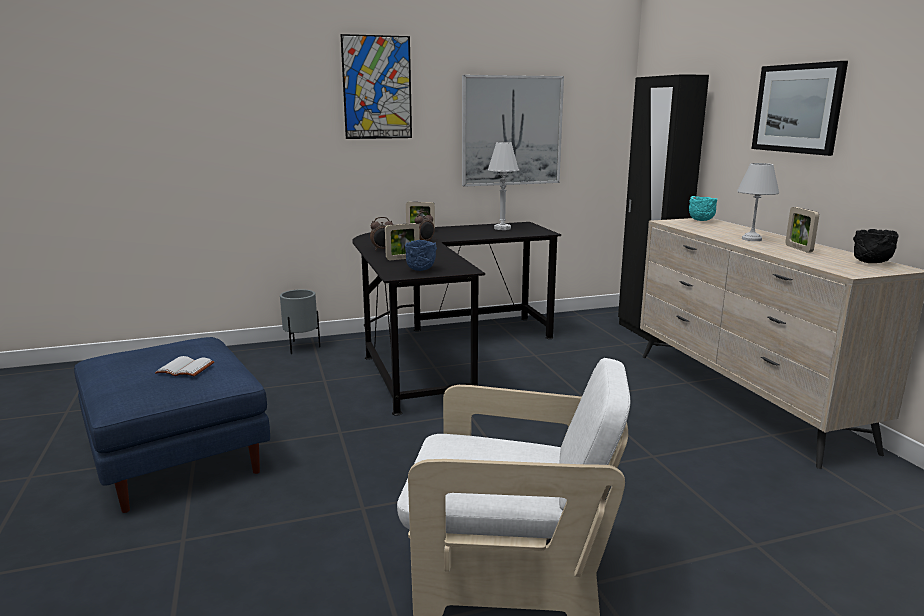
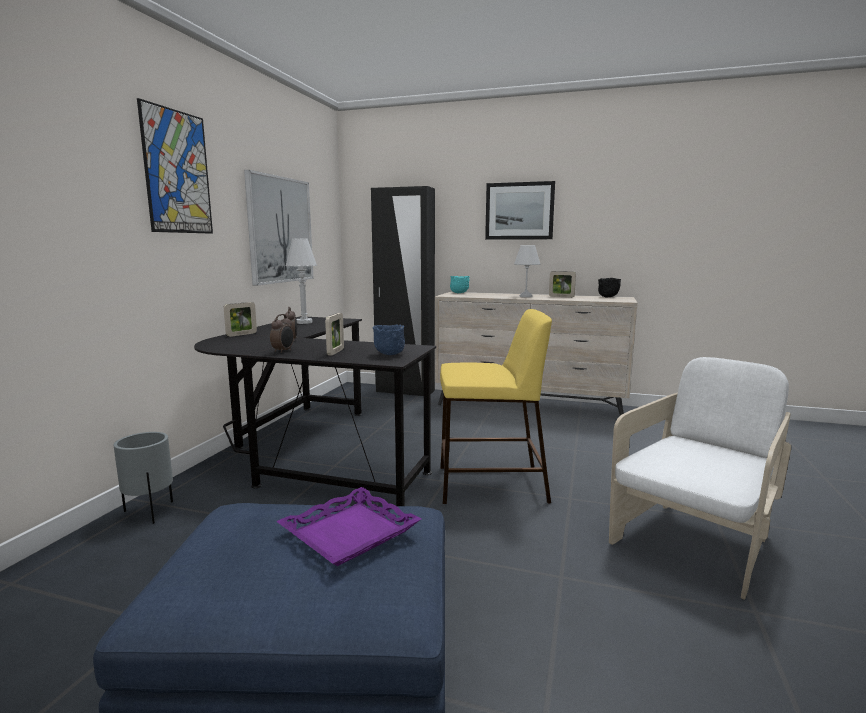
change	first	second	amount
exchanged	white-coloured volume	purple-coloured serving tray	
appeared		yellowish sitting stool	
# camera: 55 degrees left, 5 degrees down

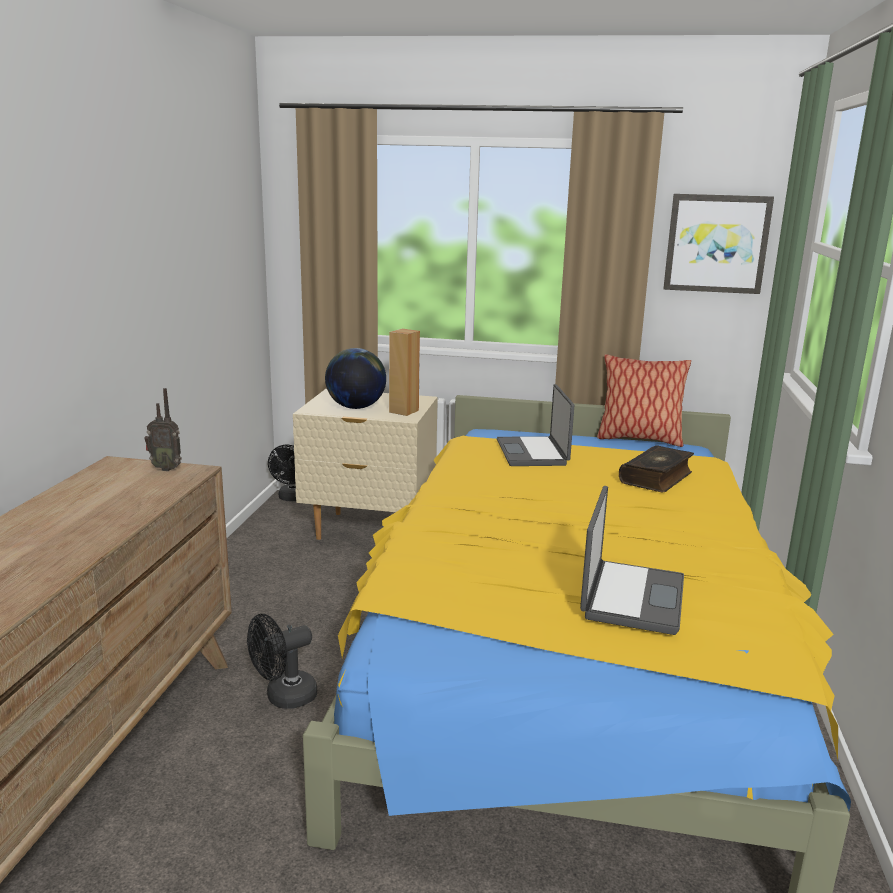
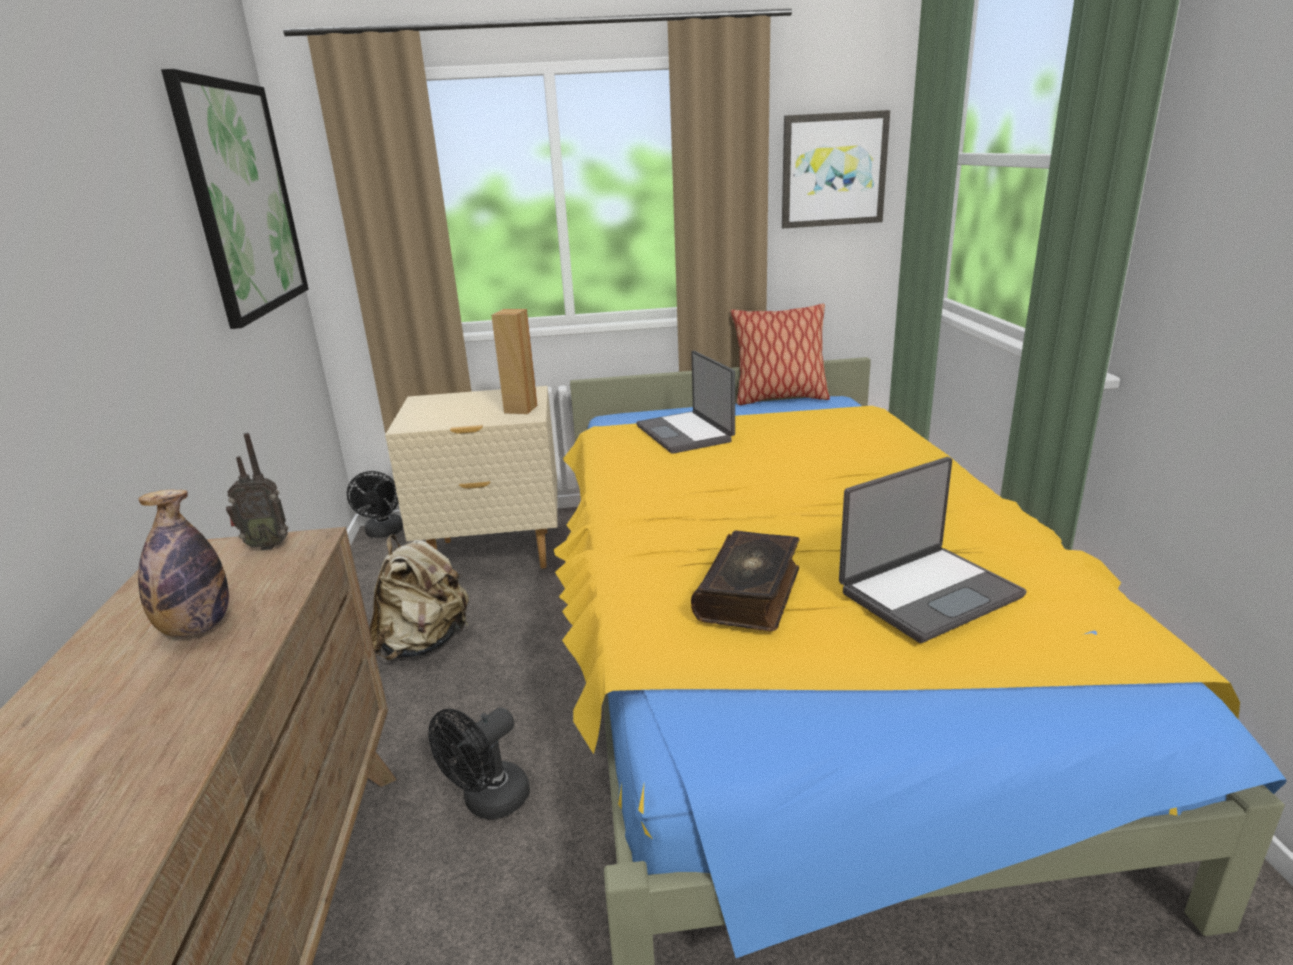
change	first	second	amount
appeared		bottle	
appeared		wall art (no. 1 from left)	
appeared		beige-coloured knapsack	
relocated	volume		
spun	laptop (no. 2 from left)		60 degrees clockwise
missing	world globe		
# camera: 15 degrees left, 5 degrees up

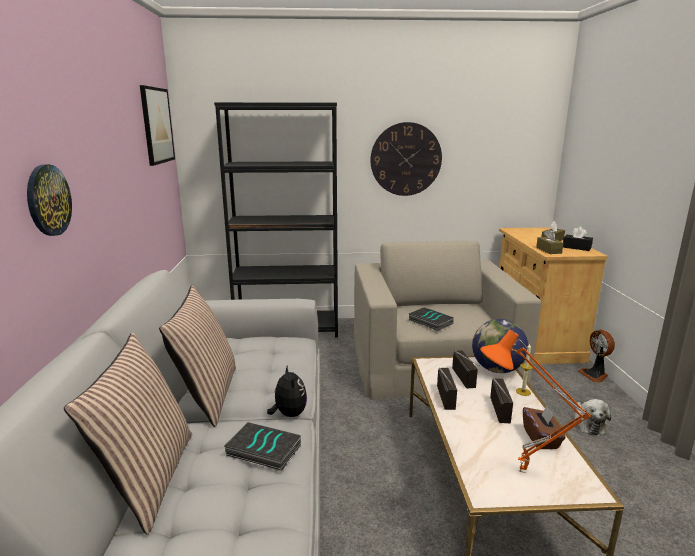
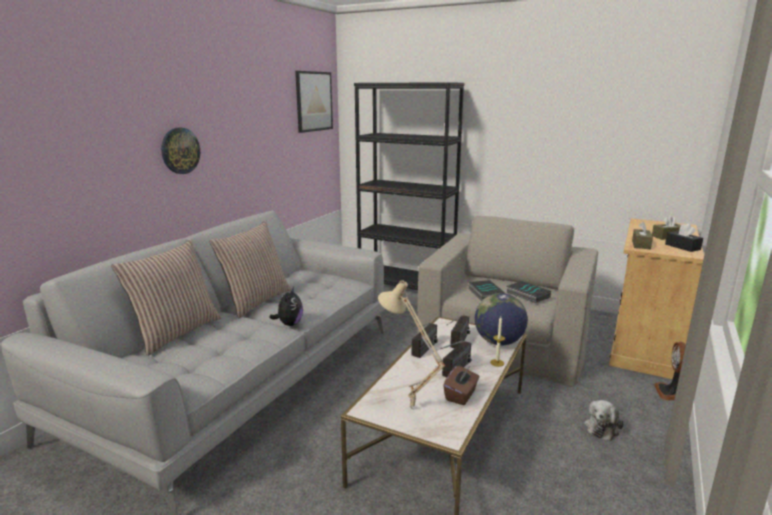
change	first	second	amount
colour	orangey lamp for a table	beige-coloured lamp for a table	
relocated	volume (no. 1 from left in the first image)	volume (no. 2 from left)	
missing	wall clock (no. 2 from left)		
# camera: 30 degrees right, 0 degrees up

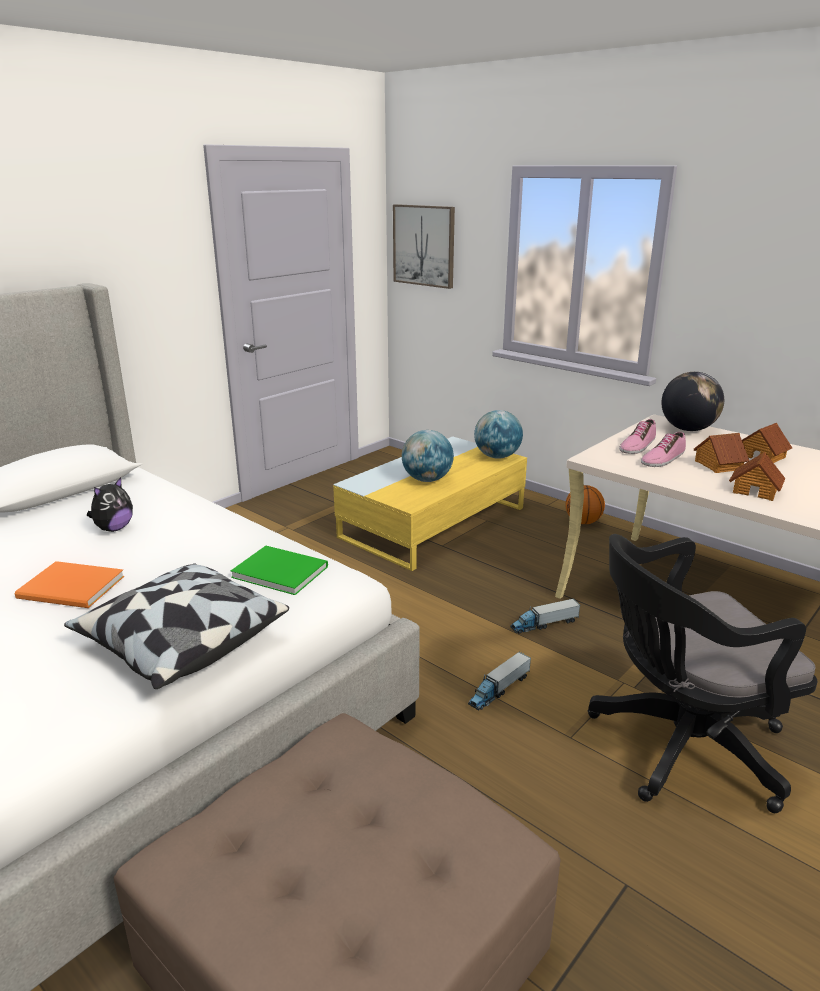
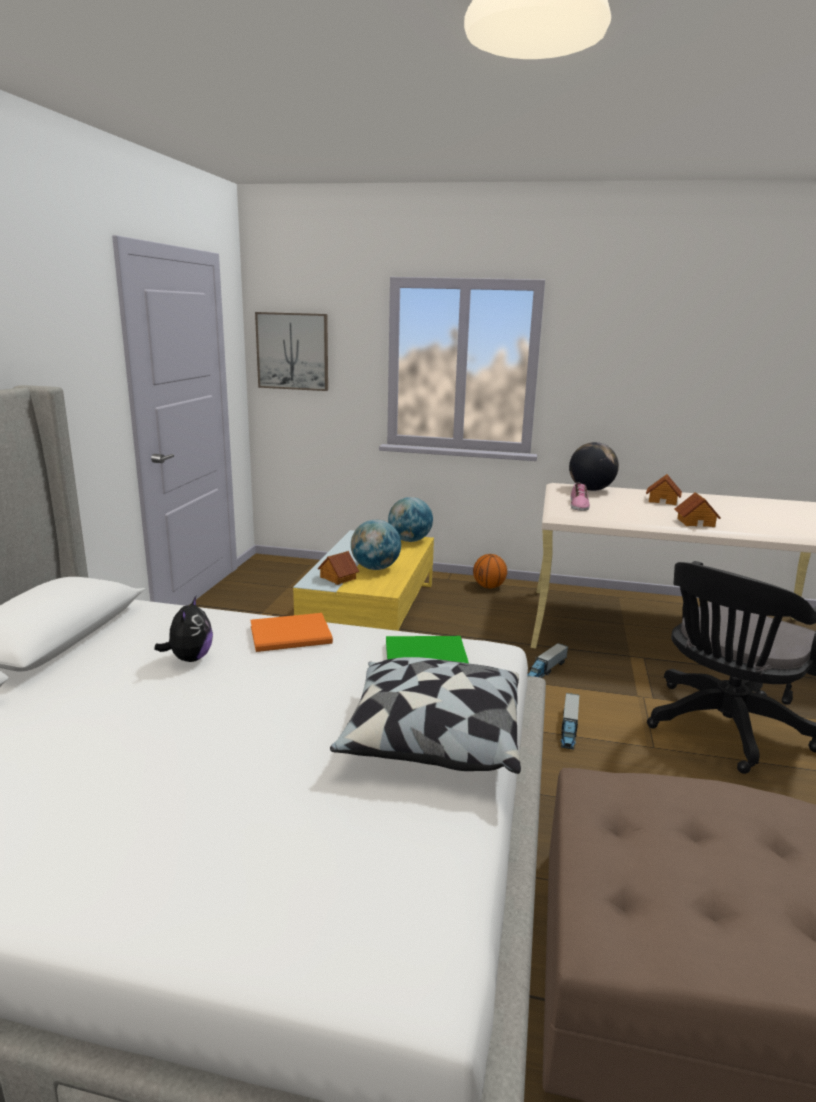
change	first	second	amount
relocated	orangey volume		
relocated	miniature house (no. 1 from left)		
missing	item of footwear (no. 2 from left)		
# camera: 30 degrees left, 5 degrees down

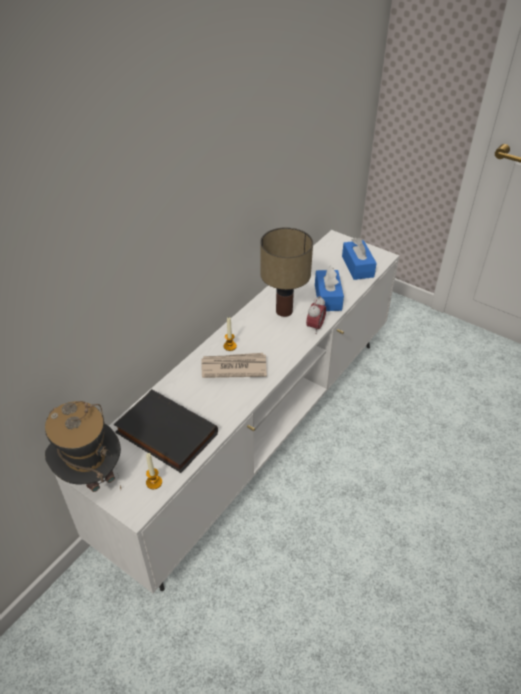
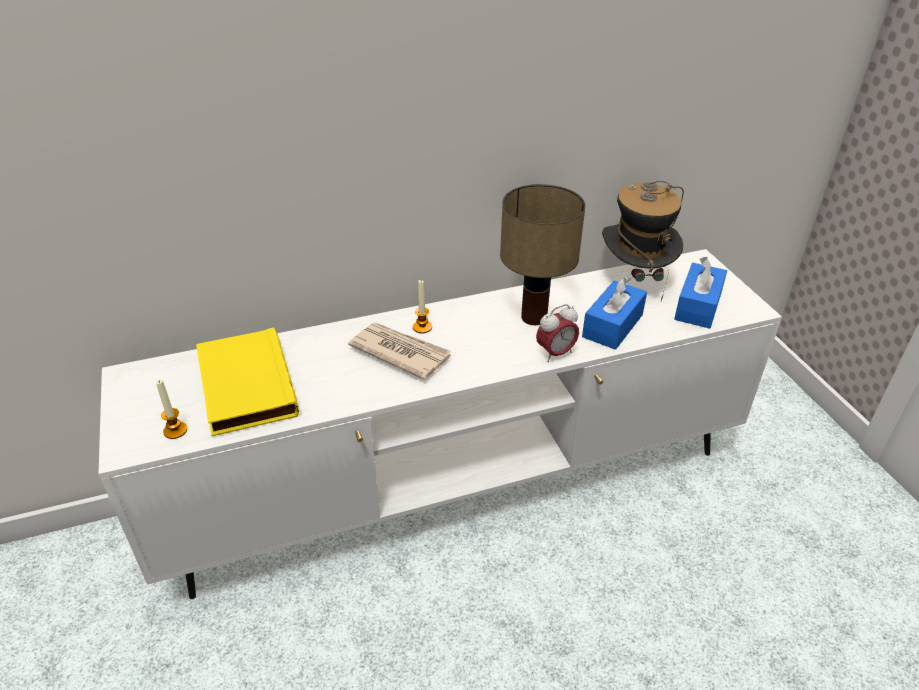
change	first	second	amount
colour	black-coloured volume	yellowish volume	
relocated	hat		
# camera: 35 degrees right, 5 degrees down

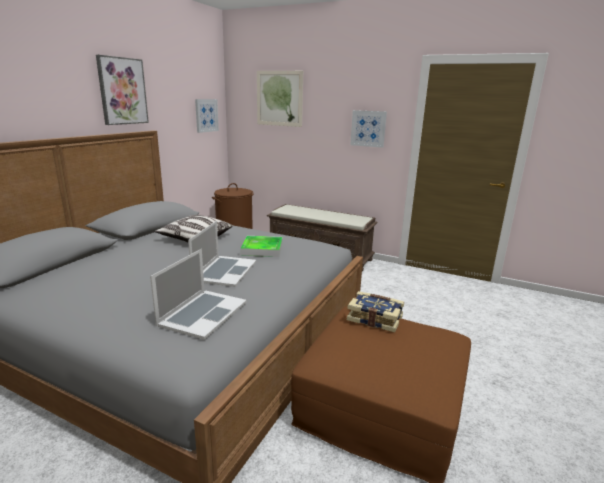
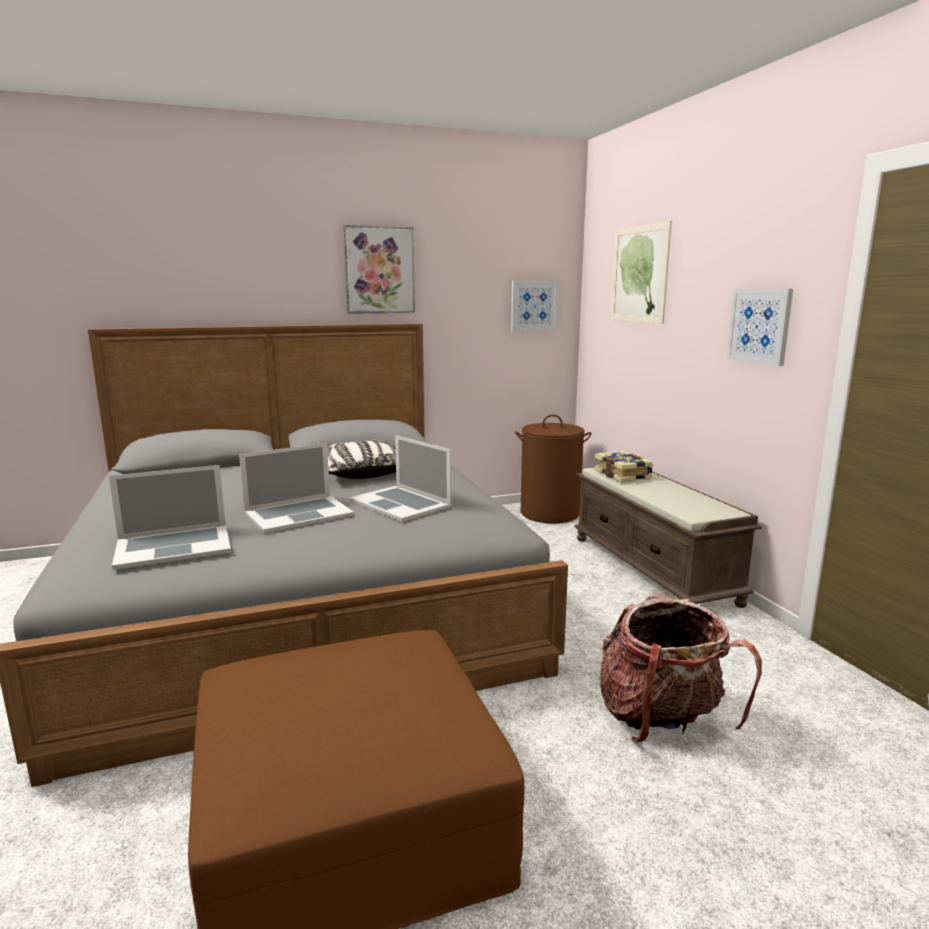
change	first	second	amount
exchanged	serving tray	laptop (no. 3 from left)	
relocated	volume		
appeared		knapsack	
# camera: 45 degrees right, 5 degrees down

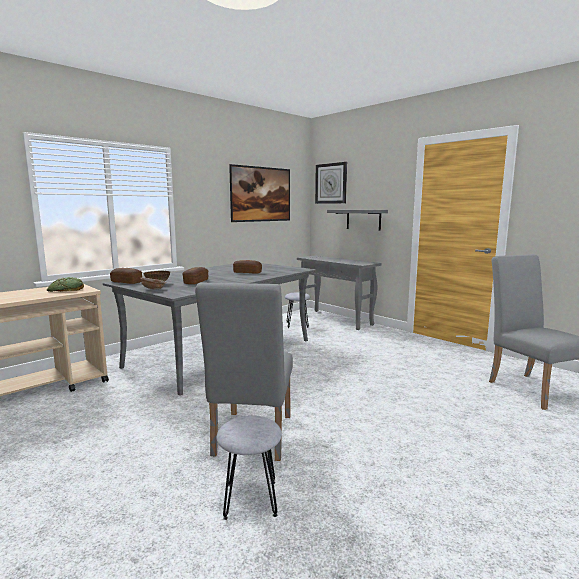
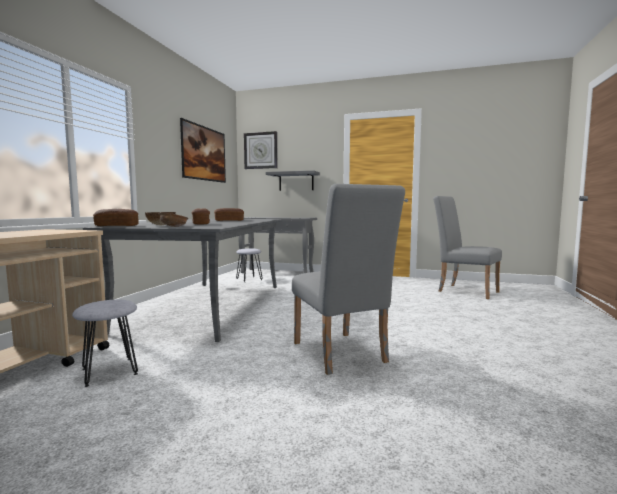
change	first	second	amount
relocated	grey sitting stool (no. 1 from left)		
missing	bread (no. 1 from left)		
# camera: 30 degrees left, 5 degrees down

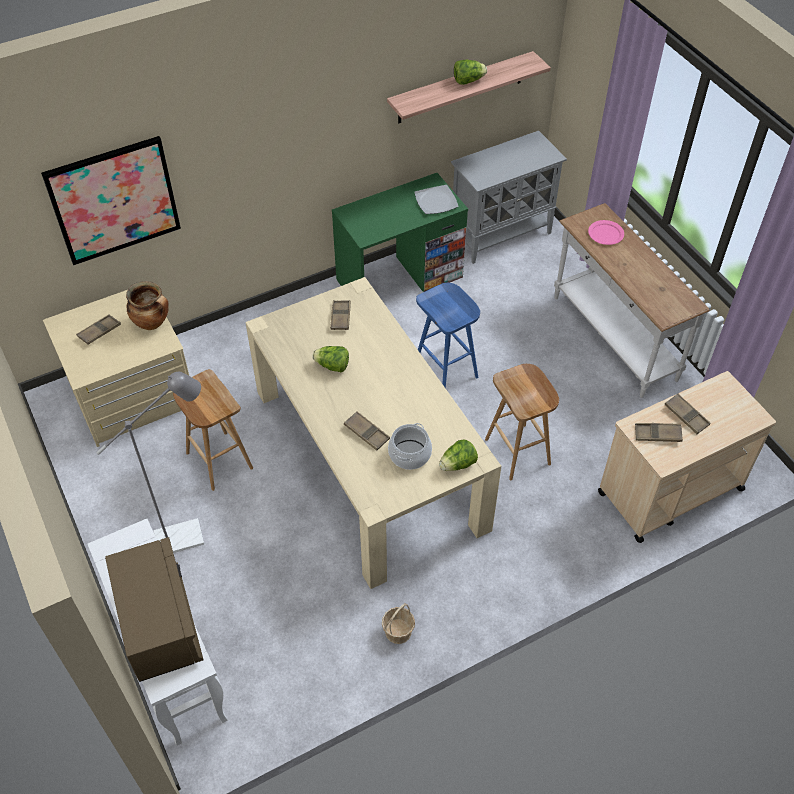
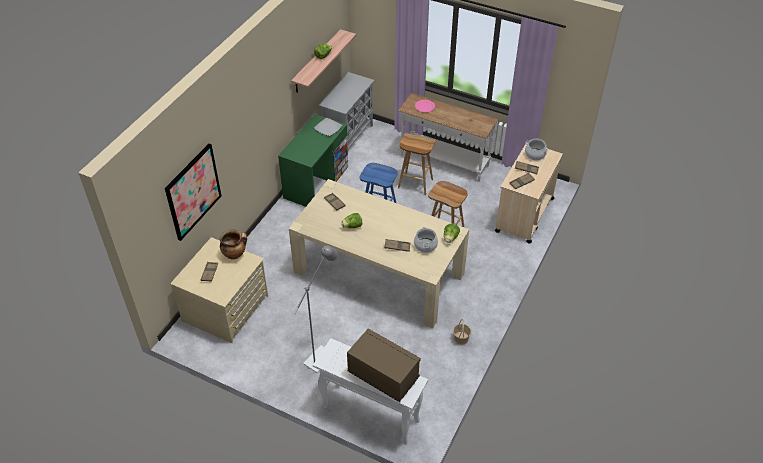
change	first	second	amount
relocated	brown sitting stool (no. 1 from left)		
appeared		saucepot (no. 3 from left)	
# camera: 35 degrees left, 5 degrees down

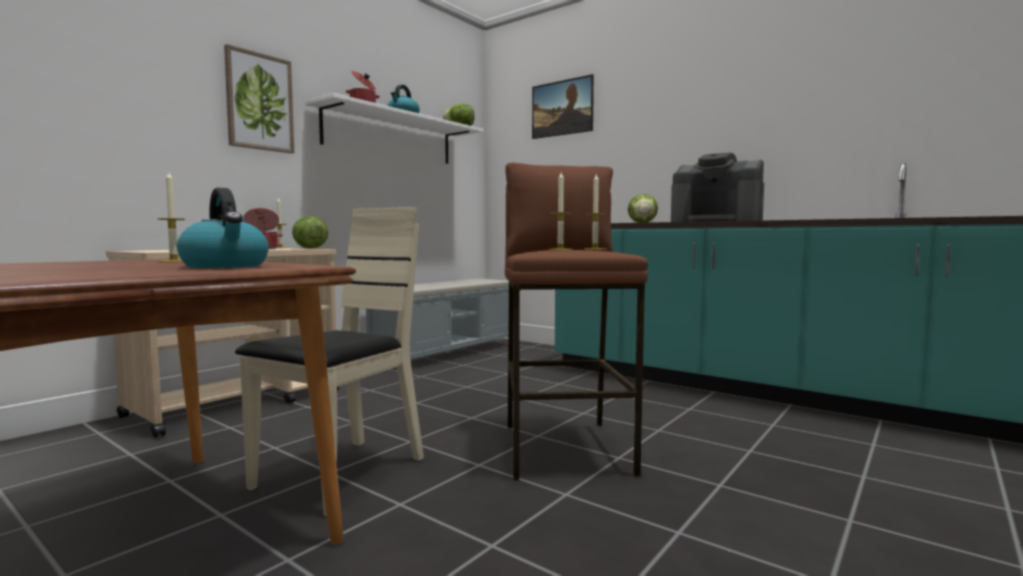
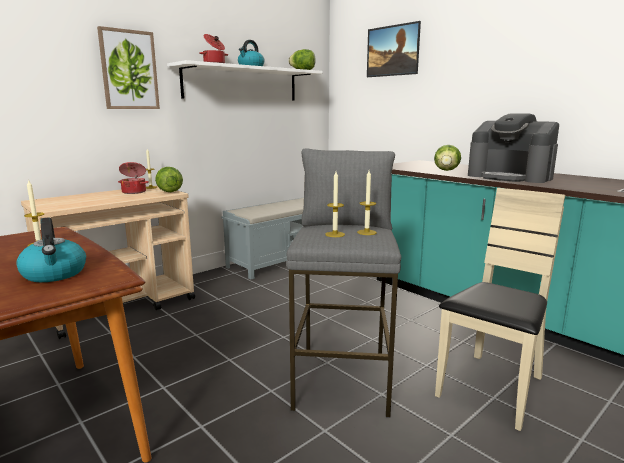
change	first	second	amount
colour	brown sitting stool	grey sitting stool	
relocated	beige-coloured upright chair		
# camera: 10 degrees right, 10 degrees up

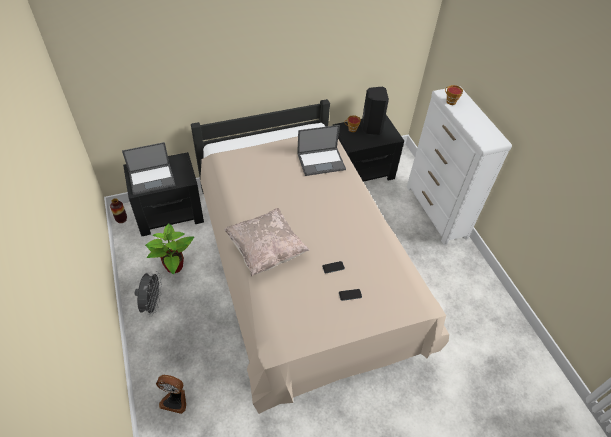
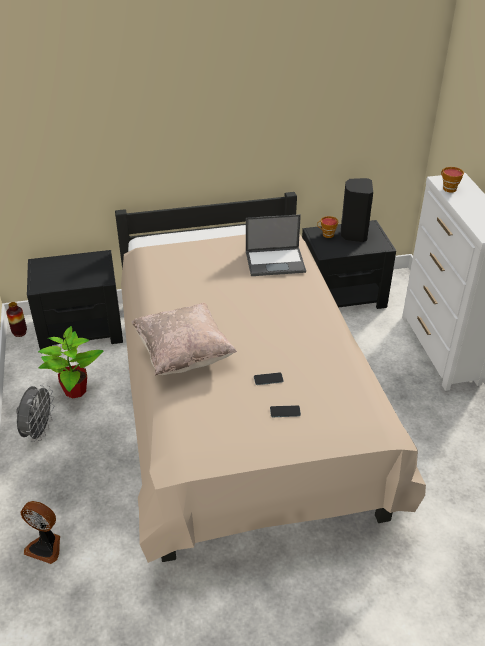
change	first	second	amount
missing	laptop (no. 1 from left)		
# camera: 10 degrees right, 10 degrees down

